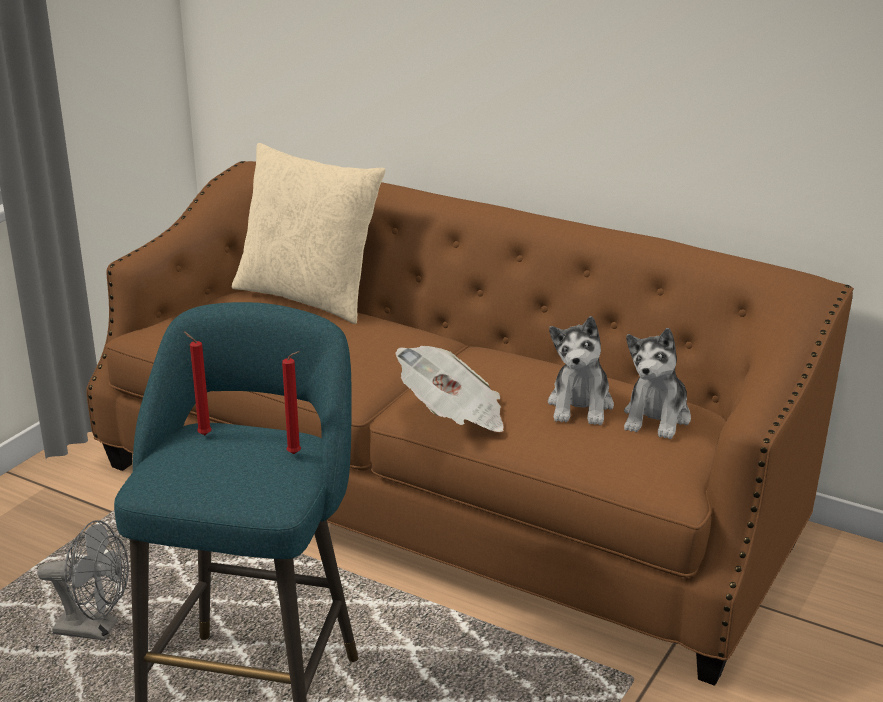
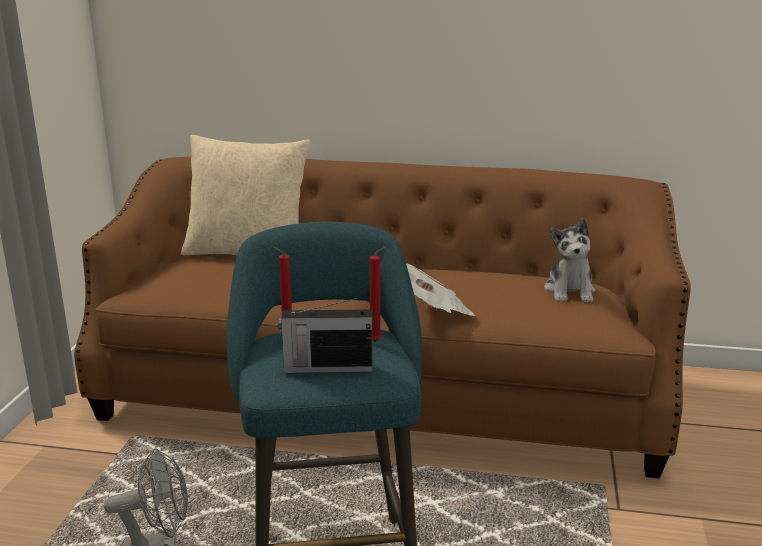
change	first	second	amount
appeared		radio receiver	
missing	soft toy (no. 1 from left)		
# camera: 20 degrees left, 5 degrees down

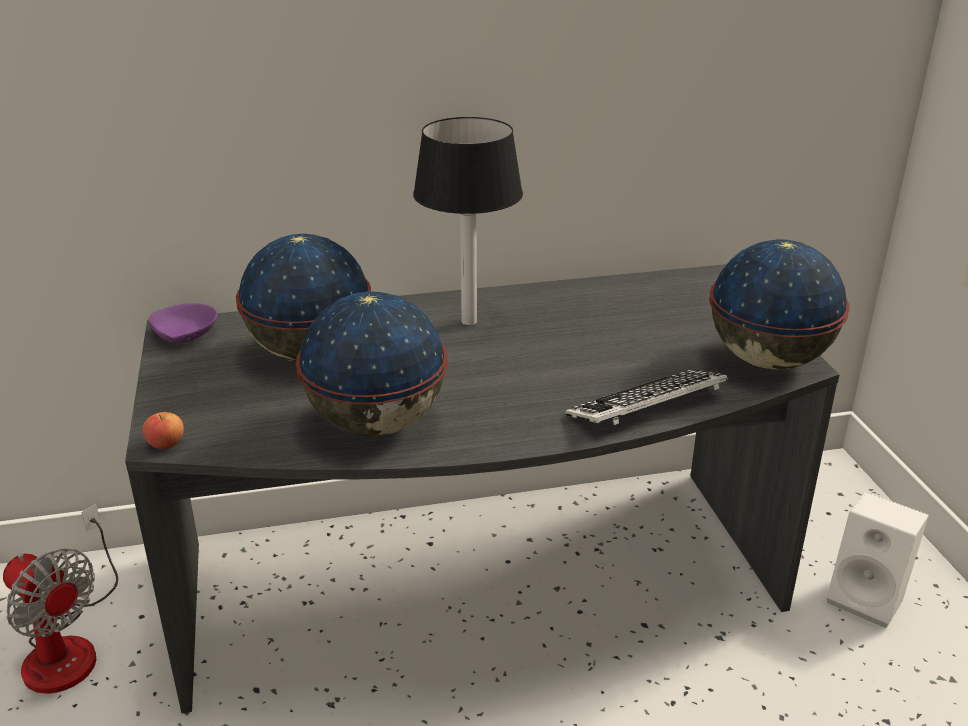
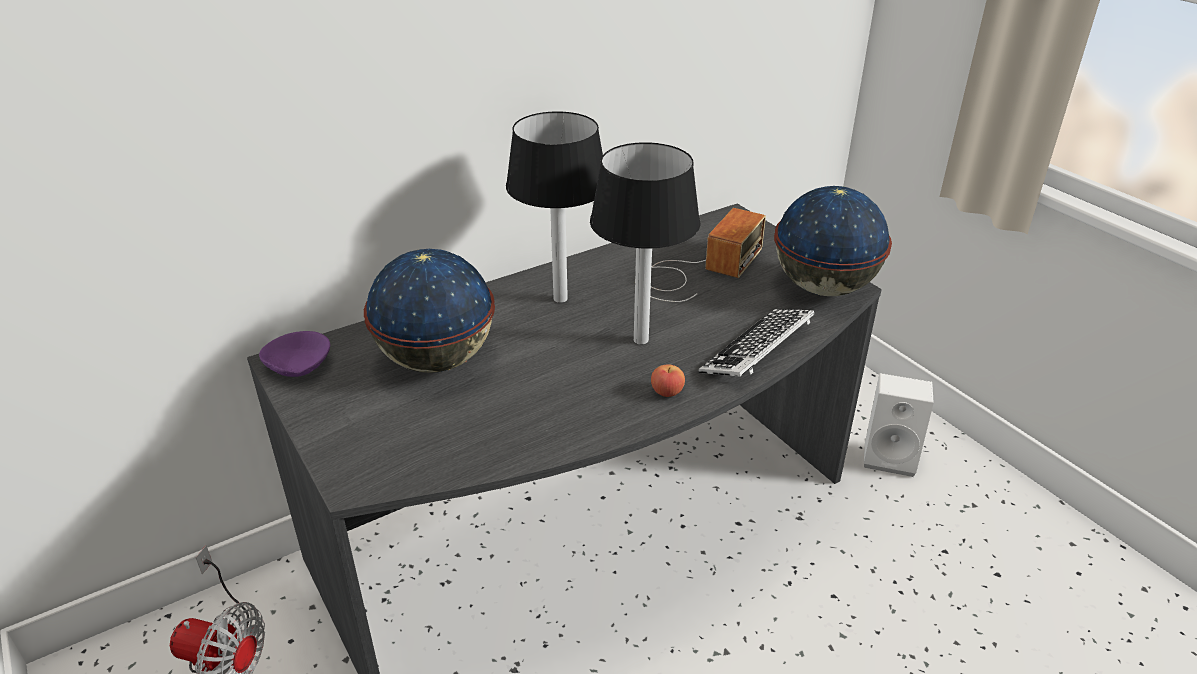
change	first	second	amount
appeared		lamp for a table (no. 2 from left)	
appeared		radio receiver	
relocated	apple fruit		
missing	world globe (no. 2 from left)		
# camera: 20 degrees left, 5 degrees up

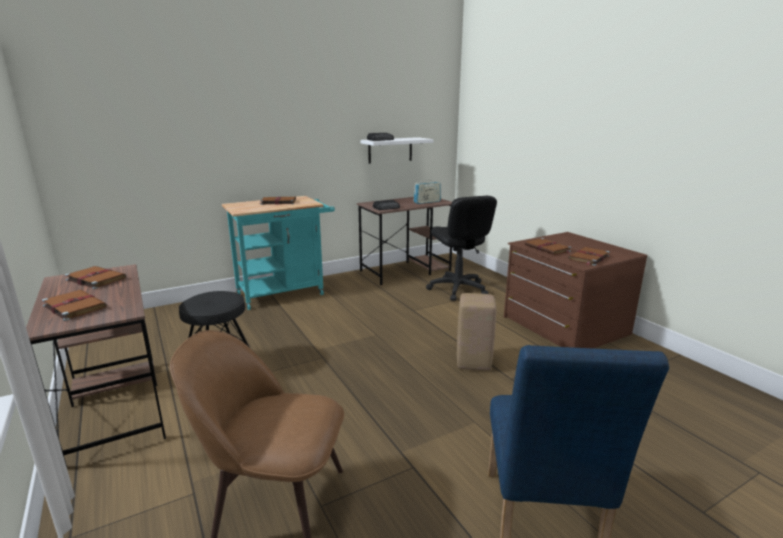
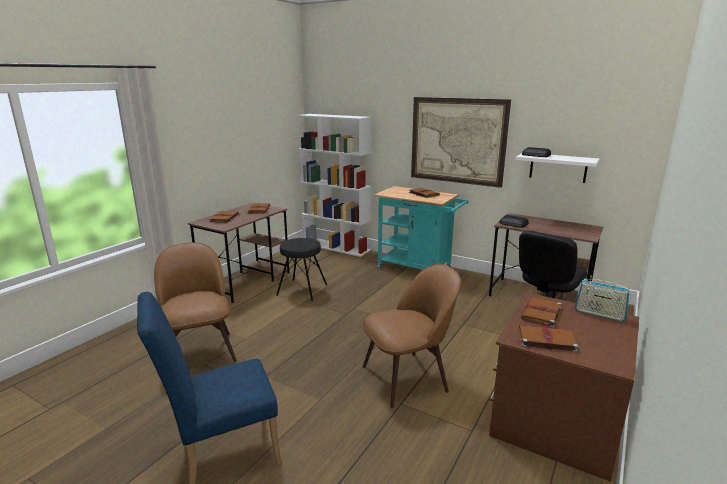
change	first	second	amount
appeared		white-coloured shelving unit	
exchanged	beige-coloured sitting stool	brown upright chair (no. 2 from left)	
appeared		wall art	
relocated	radio receiver (no. 3 from left)		
# camera: 60 degrees right, 0 degrees up

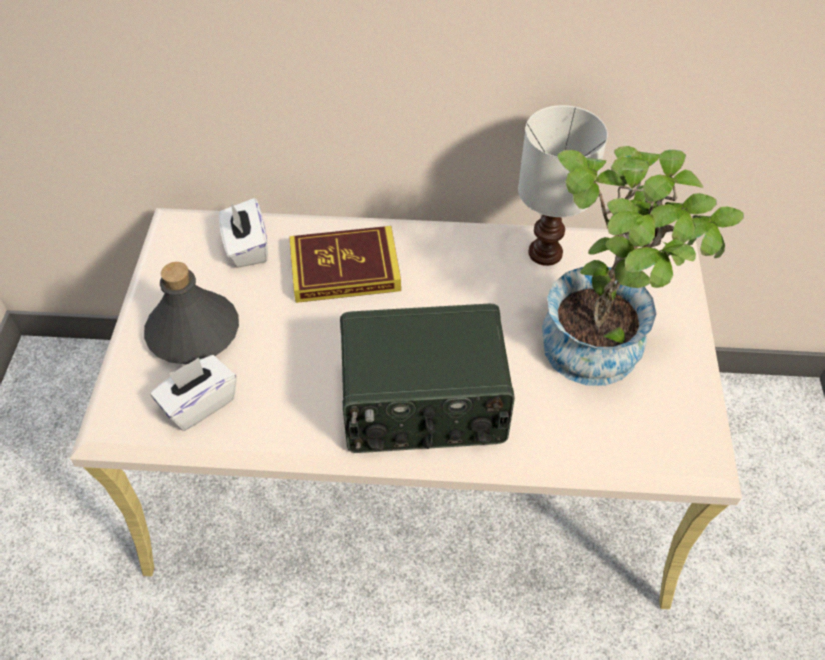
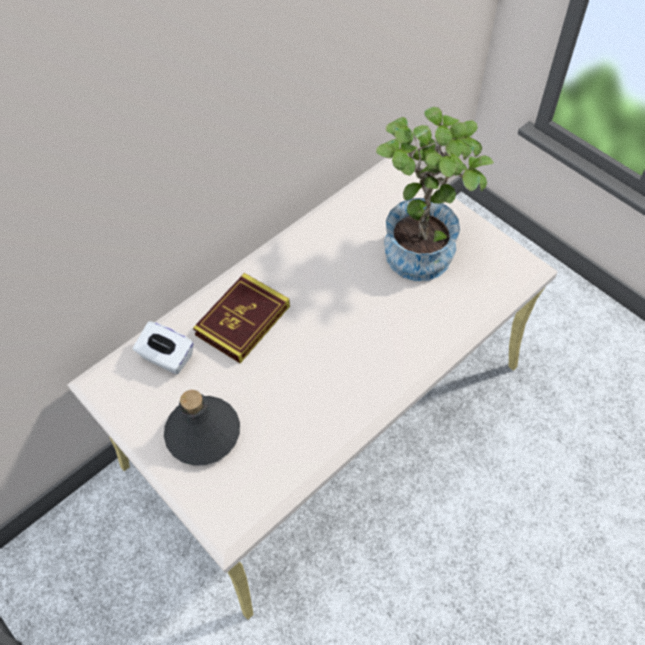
change	first	second	amount
missing	white-coloured tissue box (no. 1 from left)		
missing	radio receiver		
missing	white-coloured lamp for a table		
# camera: 45 degrees left, 5 degrees up

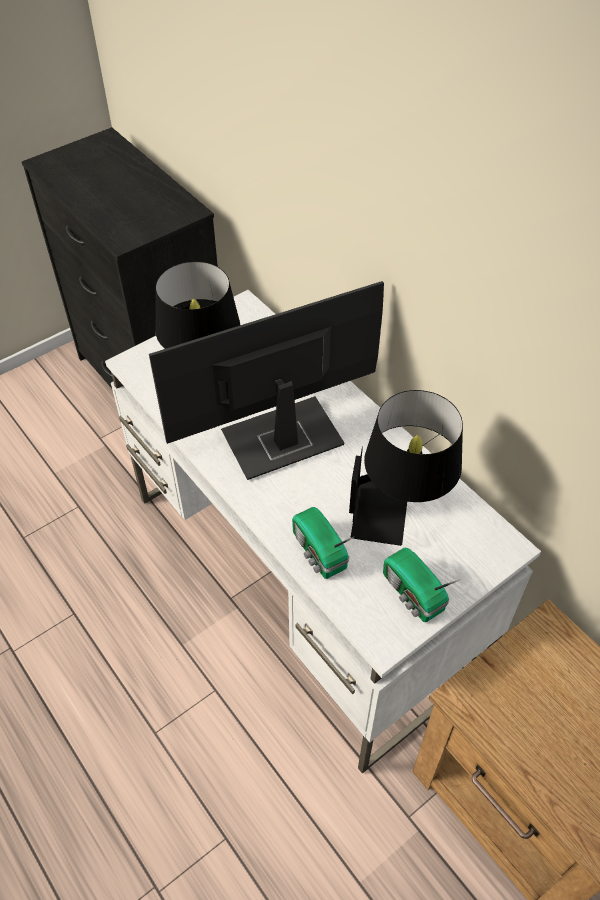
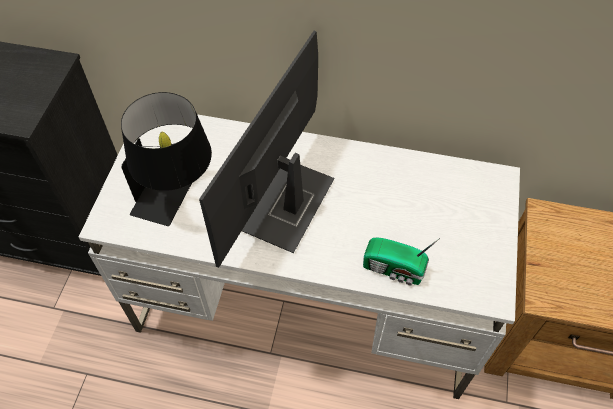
change	first	second	amount
missing	black-coloured lamp for a table (no. 2 from left)		
missing	radio receiver (no. 2 from left)		
# camera: 40 degrees left, 5 degrees up

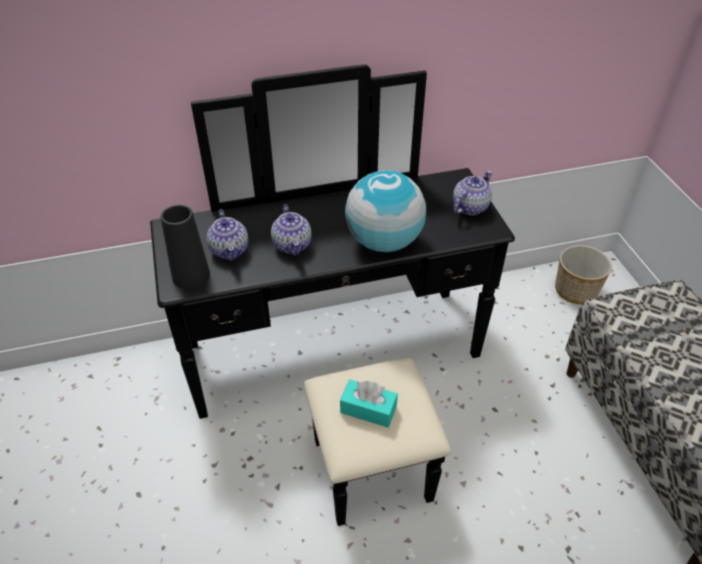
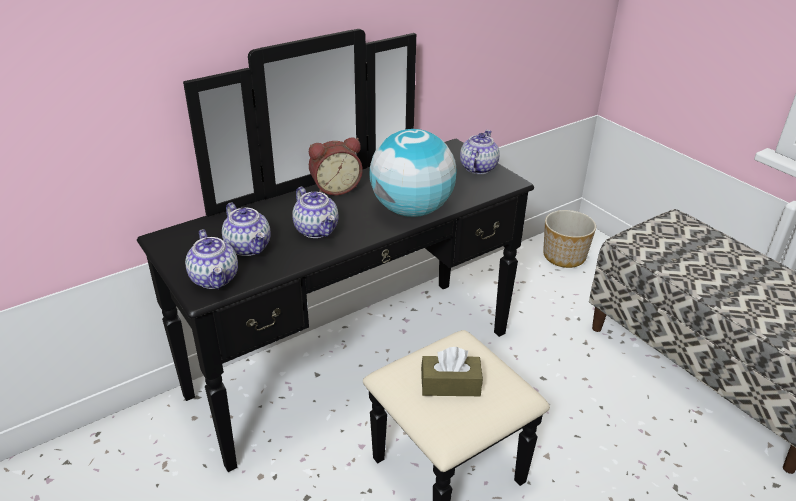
change	first	second	amount
exchanged	black-coloured flower vase	tea pot (no. 1 from left)	
appeared		table clock	
colour	blue-green tissue box	brown tissue box	
# camera: 20 degrees left, 10 degrees down

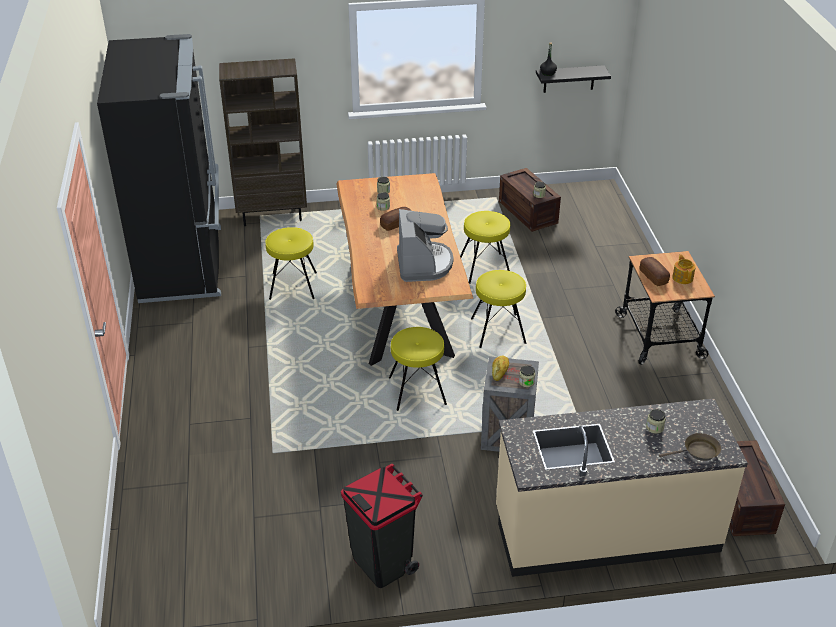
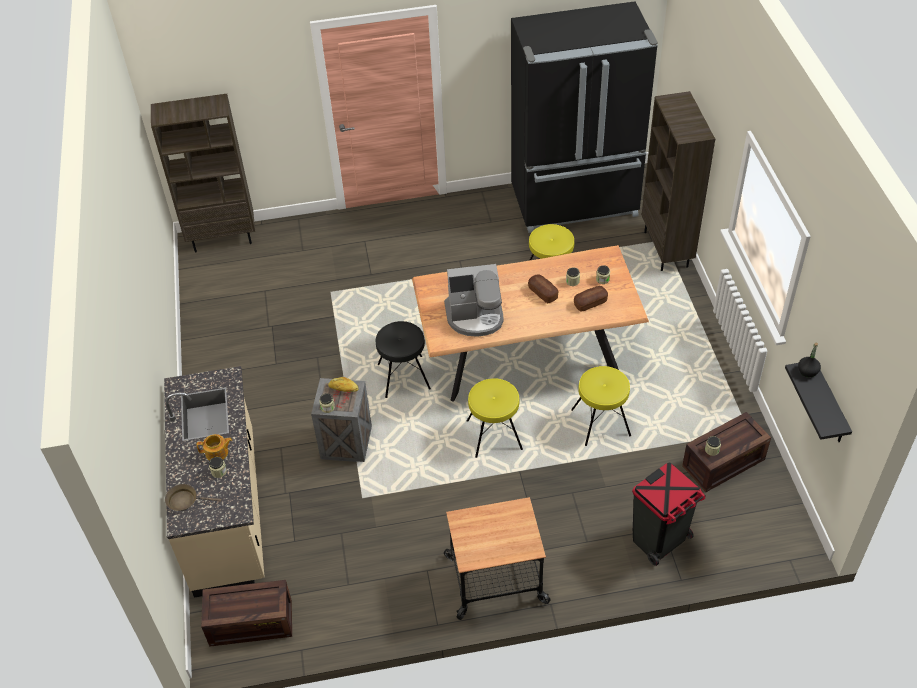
change	first	second	amount
appeared		brown shelving unit (no. 1 from left)	
spun	brown pan		105 degrees clockwise
relocated	tea pot		
colour	yellowish sitting stool (no. 2 from left)	black-coloured sitting stool	
relocated	bread (no. 3 from left)		
relocated	black-coloured trash can		
# camera: 90 degrees right, 10 degrees up

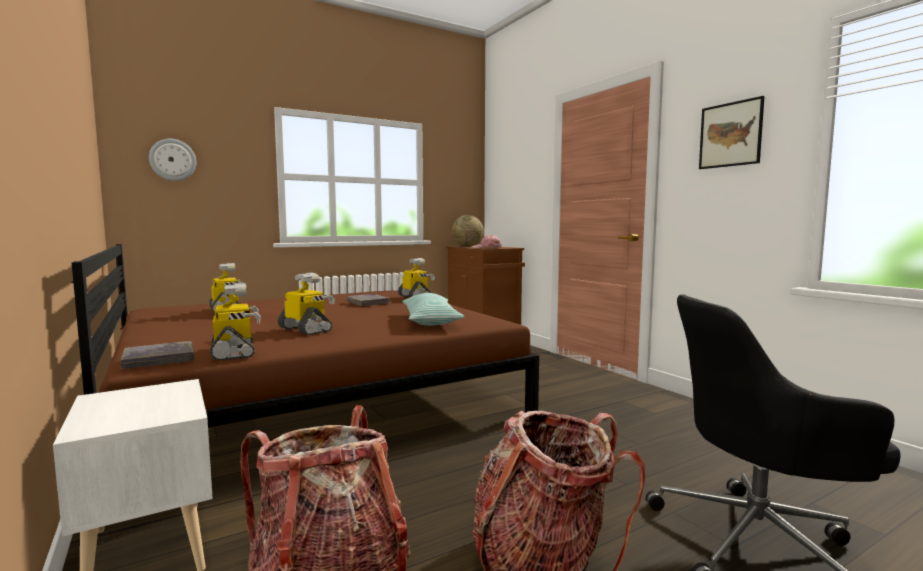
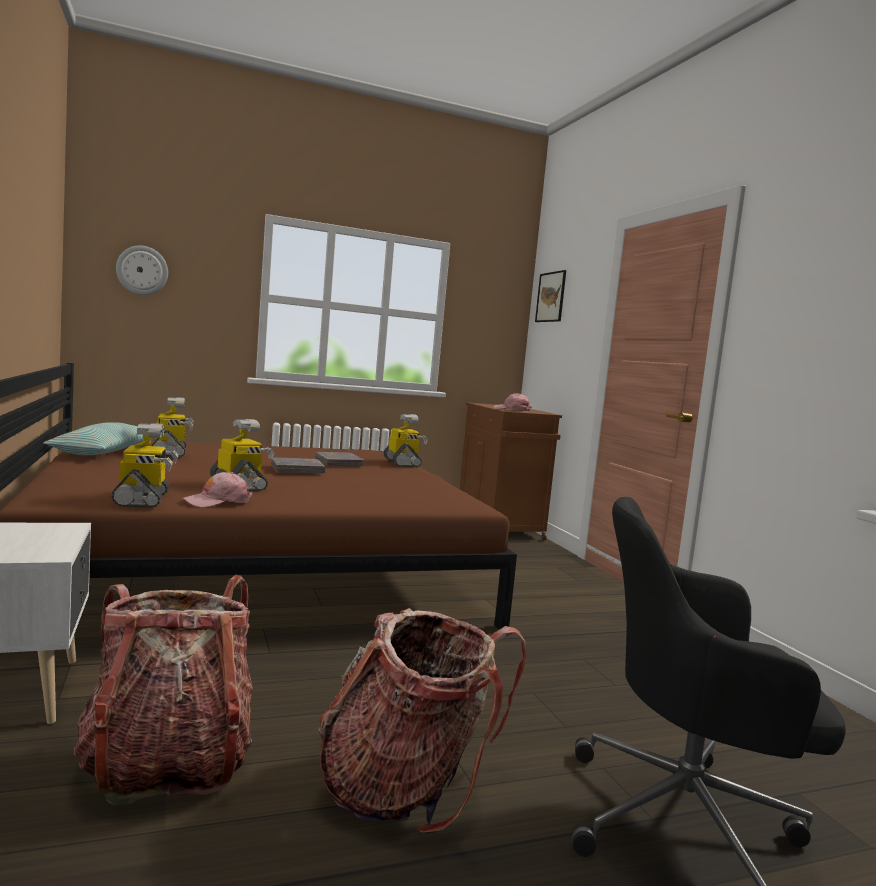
change	first	second	amount
relocated	pillow		
appeared		pink peaked cap (no. 1 from left)	
relocated	grey volume (no. 1 from left)		
relocated	wall art		
missing	world globe		
# camera: 10 degrees right, 0 degrees up

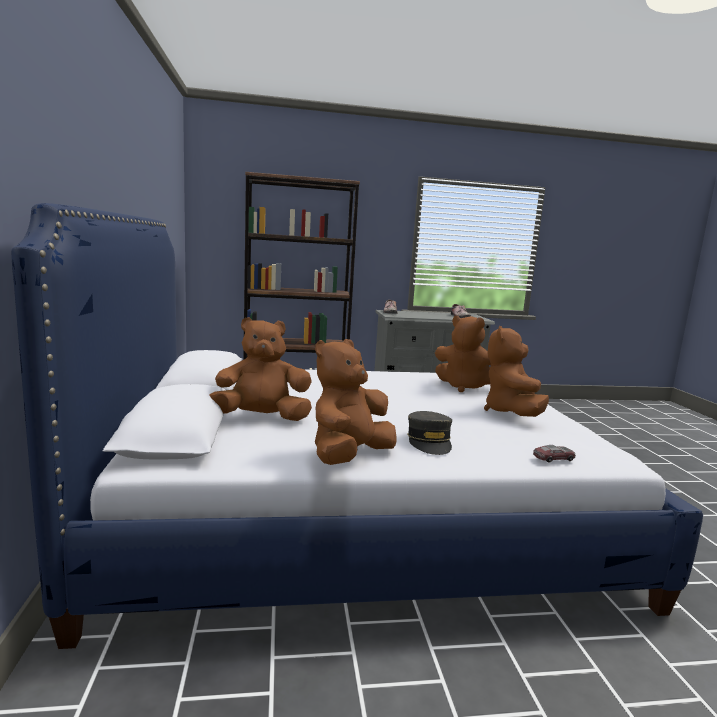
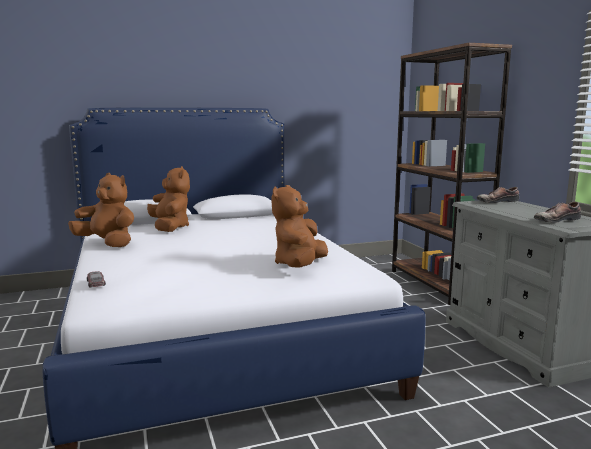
change	first	second	amount
missing	grey peaked cap		
missing	brown soft toy (no. 4 from left)		
# camera: 80 degrees right, 0 degrees up

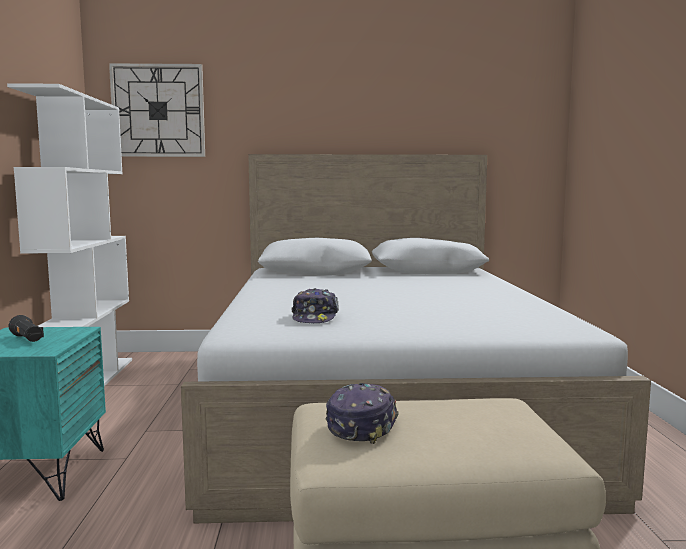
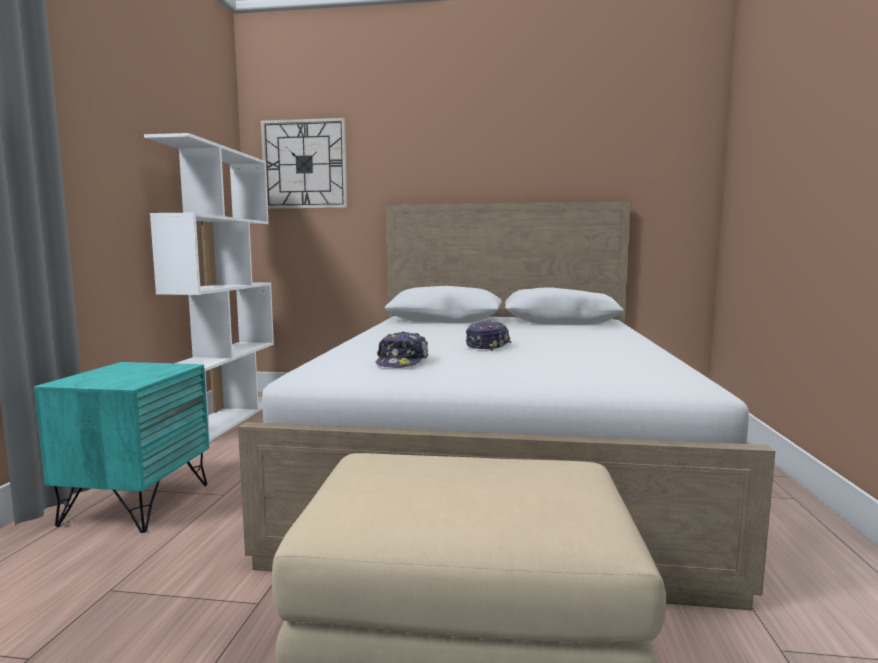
change	first	second	amount
relocated	peaked cap (no. 2 from left)		
missing	black-coloured hand torch		
# camera: 10 degrees right, 0 degrees up

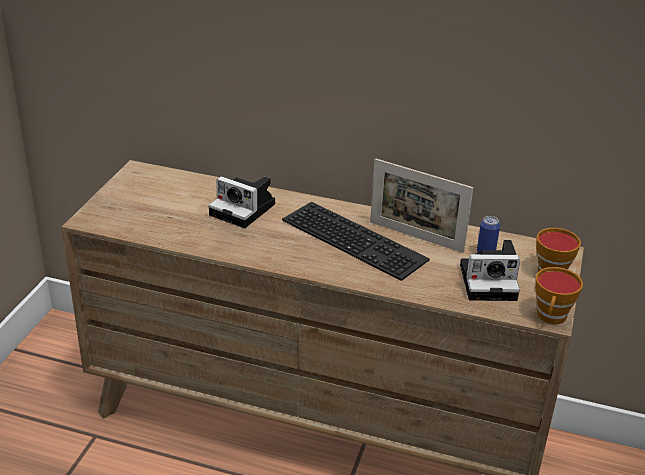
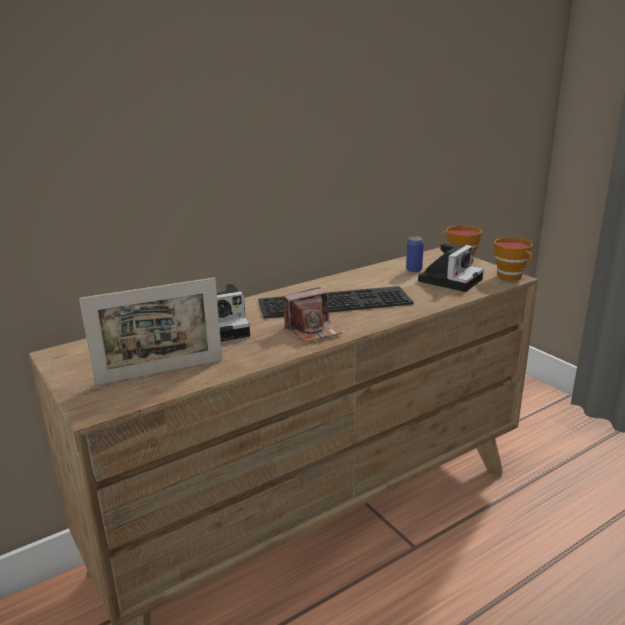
change	first	second	amount
relocated	picture frame		
appeared		still camera (no. 2 from left)	
# camera: 50 degrees left, 10 degrees down

